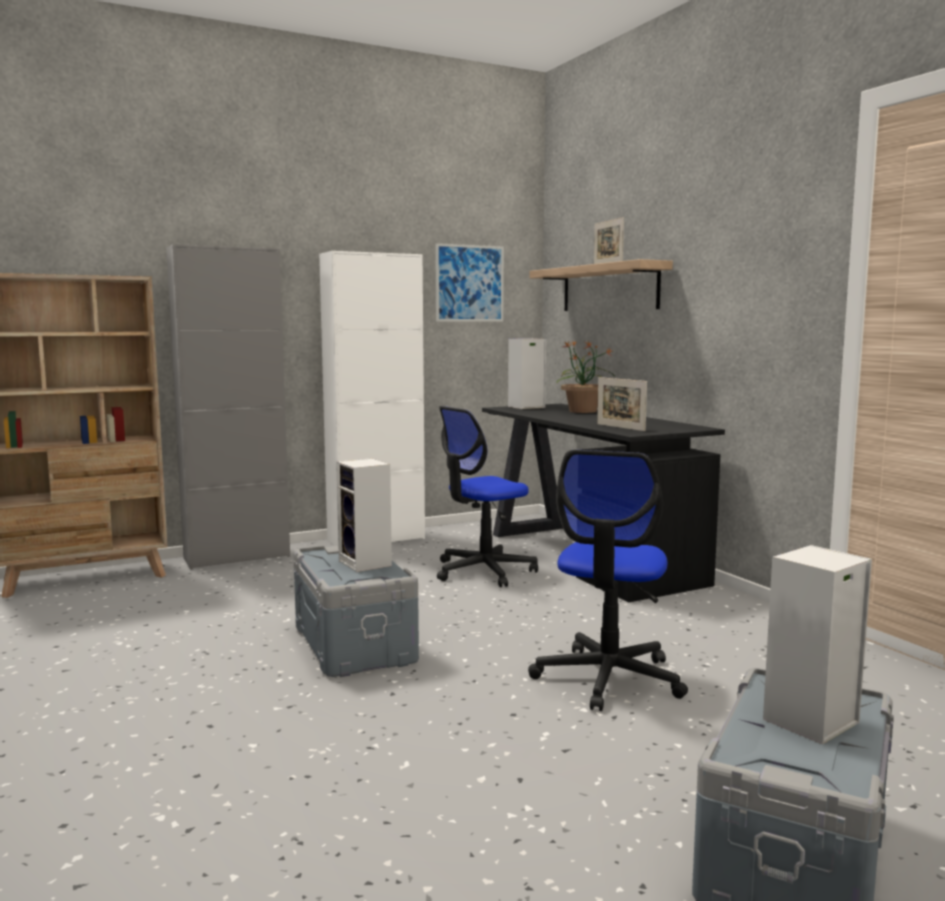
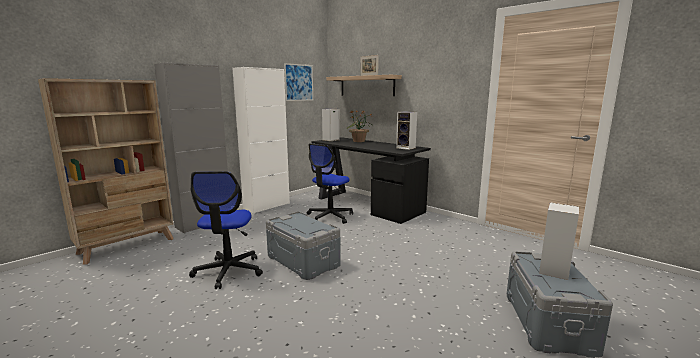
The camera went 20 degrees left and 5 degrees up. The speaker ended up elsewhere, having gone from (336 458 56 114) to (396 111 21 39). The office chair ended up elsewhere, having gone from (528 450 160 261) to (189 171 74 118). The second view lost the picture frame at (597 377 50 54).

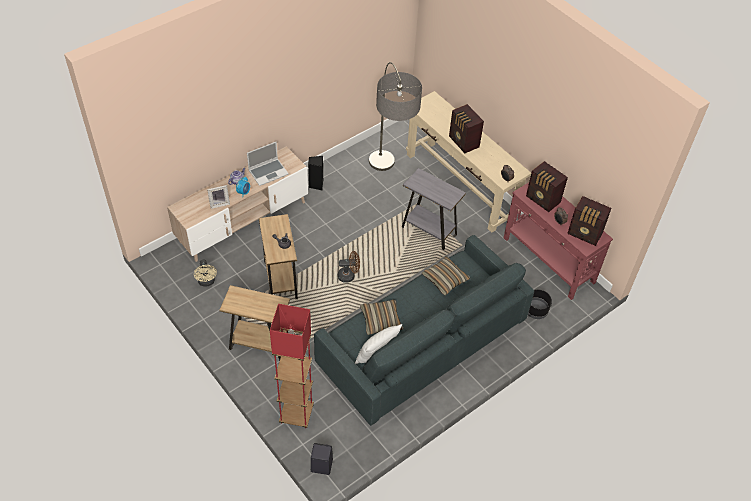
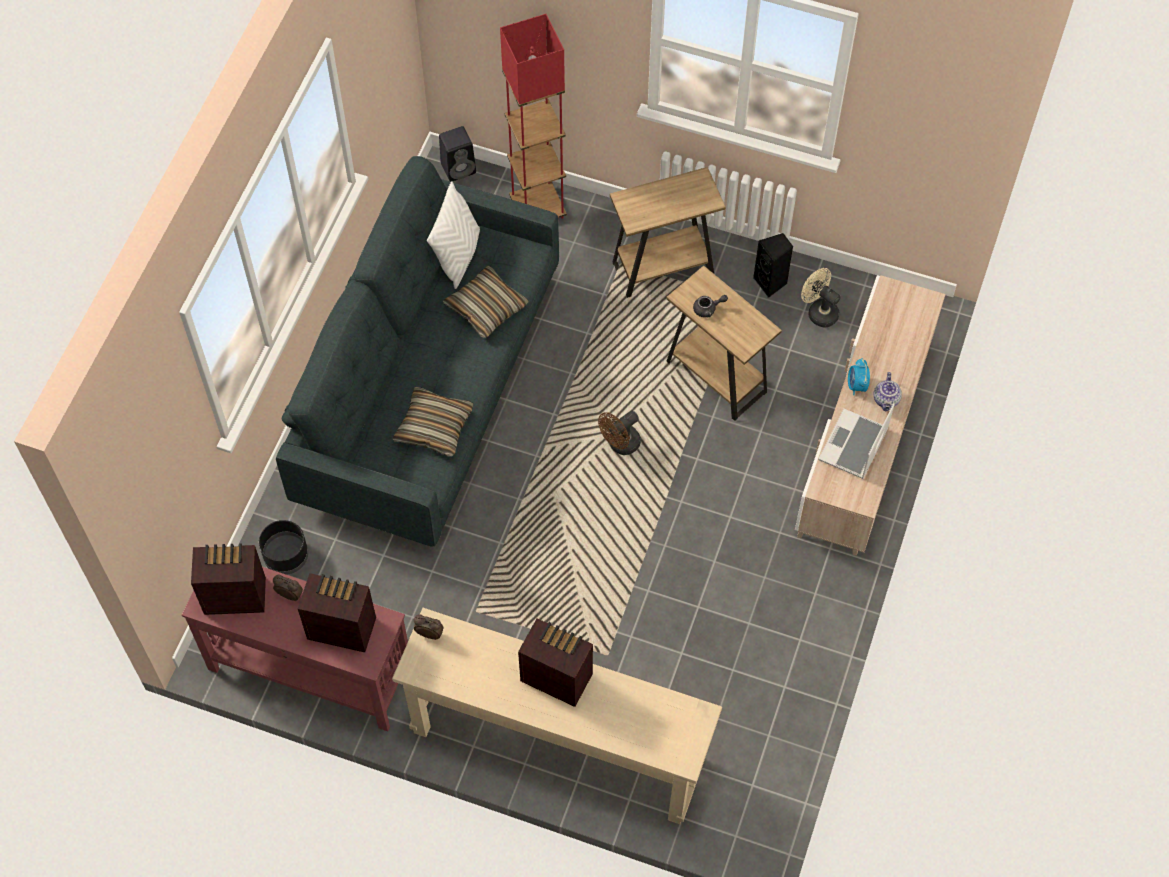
The camera went 150 degrees right and 10 degrees up. The second view lost the picture frame at (207 185 23 24). The black speaker ended up elsewhere, having gone from (308 156 15 34) to (753 233 40 65). The second view lost the floor lamp at (369 62 53 109). The second view lost the grey side table at (402 168 64 82).

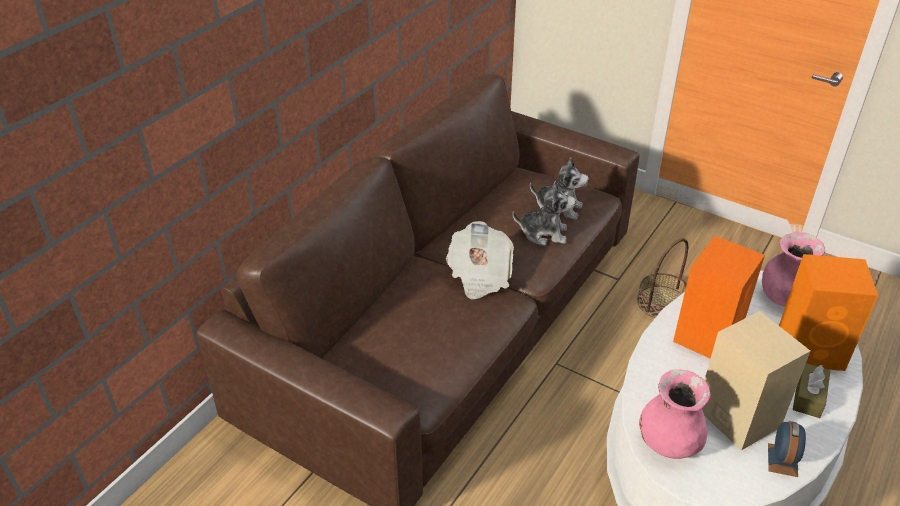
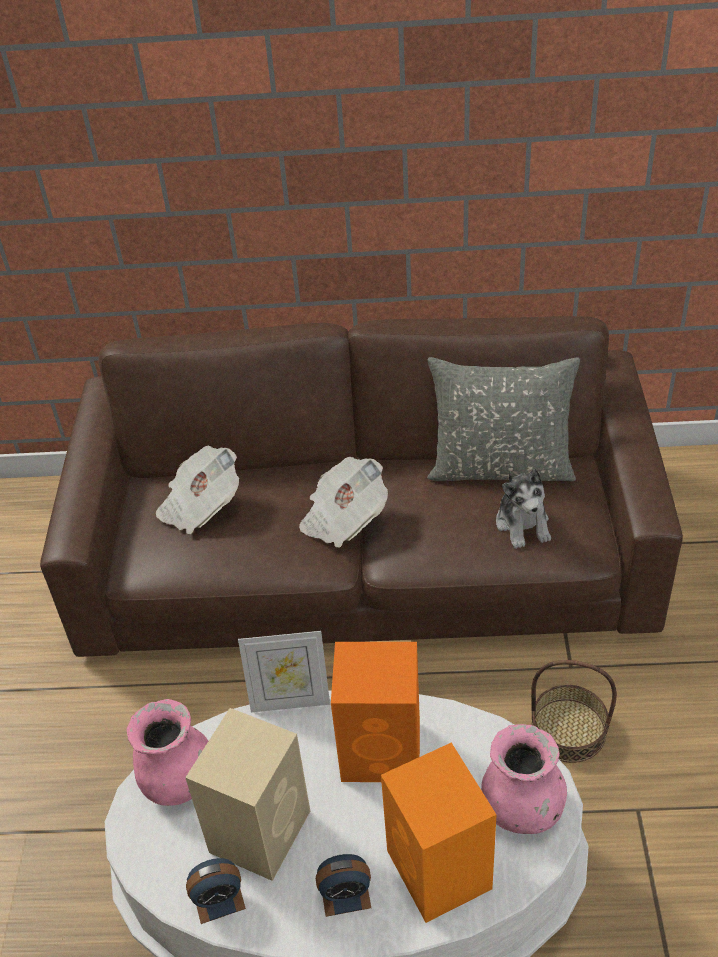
The camera went 60 degrees right and 5 degrees up. The second view lost the plush toy at (513 181 63 65). Where the brown tissue box stood at (793 363 37 55), the alarm clock came to stand at (316 854 55 63). The second view gained the newspaper at (156 446 83 88). The second view gained the picture frame at (238 631 92 81). The second view gained the grey pillow at (427 357 153 124).

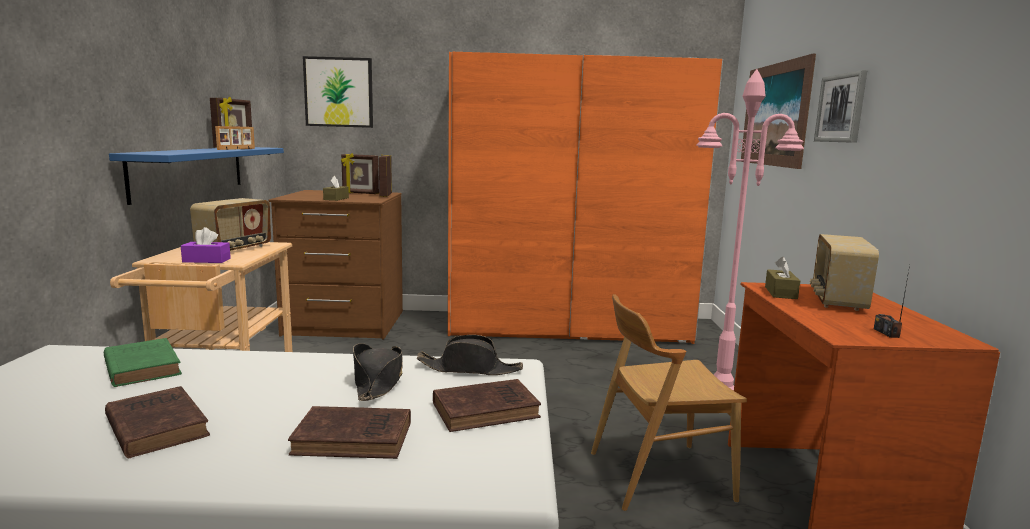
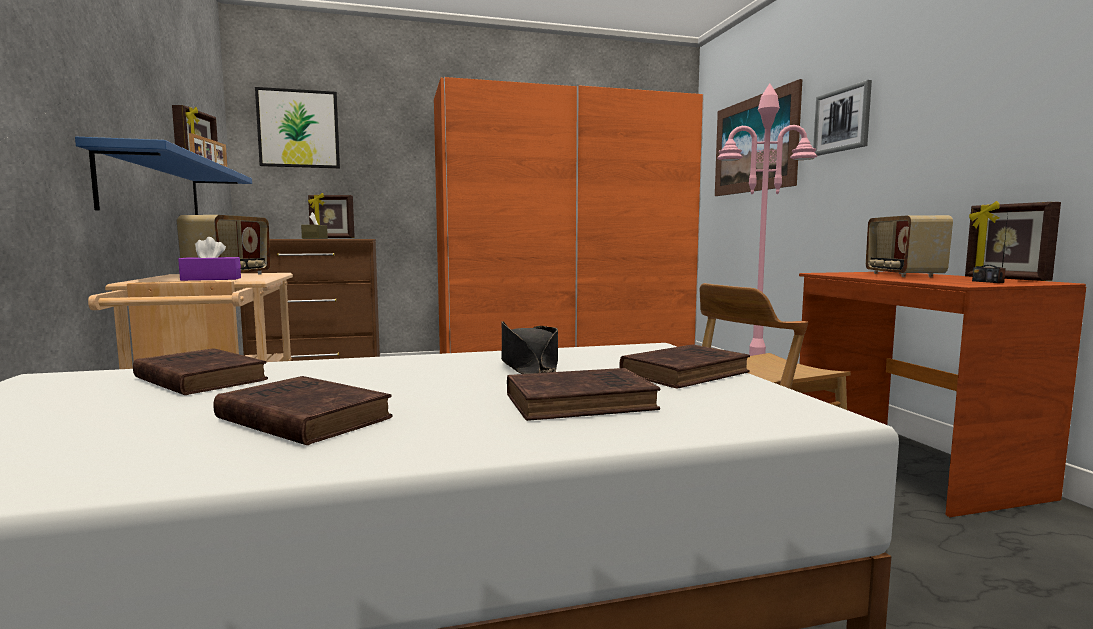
The camera went 15 degrees left and 5 degrees down. What was the green book at (104 338 78 49) turned into the brown book at (133 348 135 47). The picture frame ended up elsewhere, having gone from (379 155 13 42) to (965 201 96 80). The second view lost the black hat at (417 335 106 40). The second view lost the brown tissue box at (765 257 35 42).

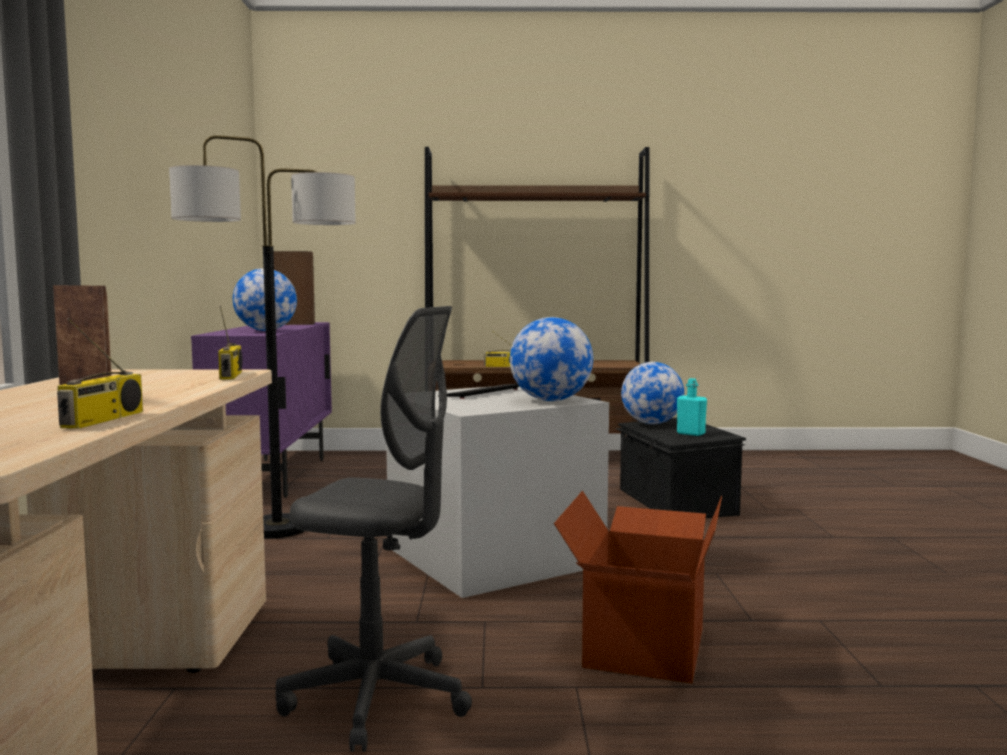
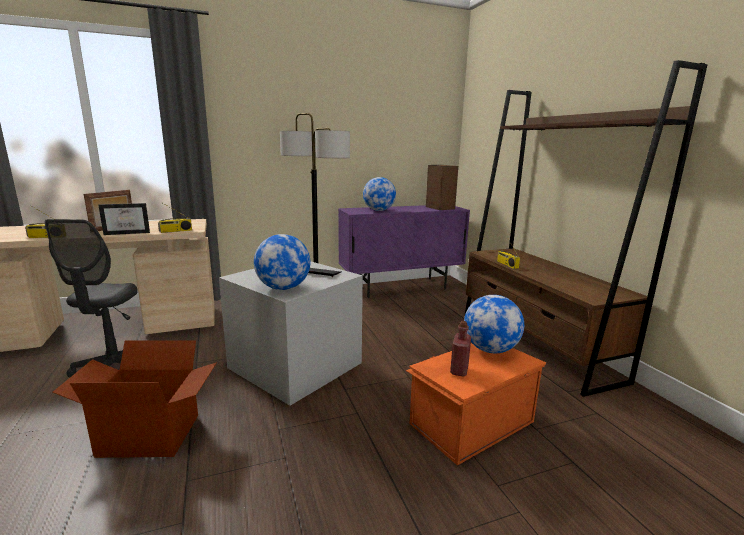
The camera went 70 degrees right and 10 degrees up. What was the black storage box at (615 418 131 100) turned into the orange storage box at (406 343 140 122). What was the turquoise bottle at (677 378 30 58) turned into the red bottle at (450 321 21 56). The second view gained the picture frame at (98 203 52 32).

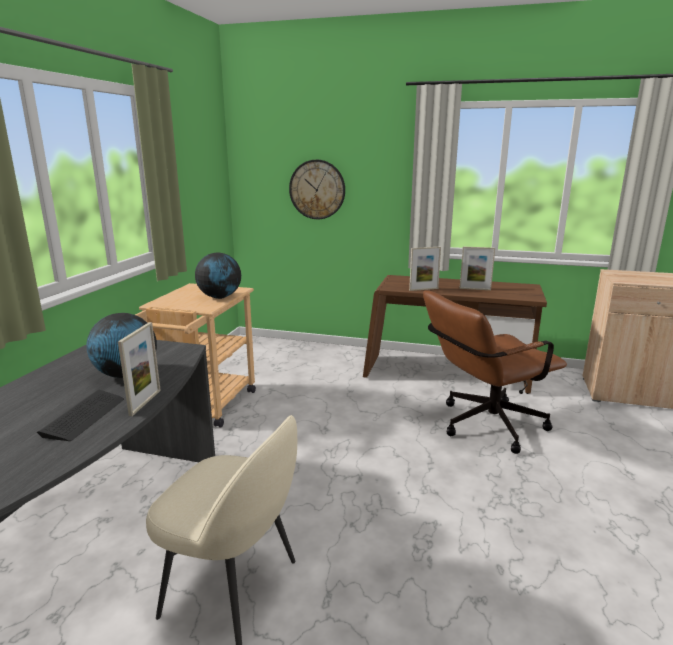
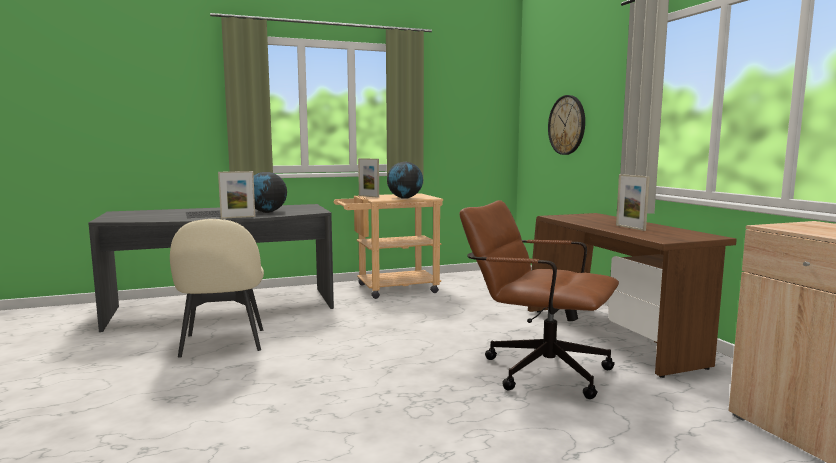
The camera went 55 degrees right and 10 degrees down. The picture frame ended up elsewhere, having gone from (409 247 32 44) to (358 158 21 40).

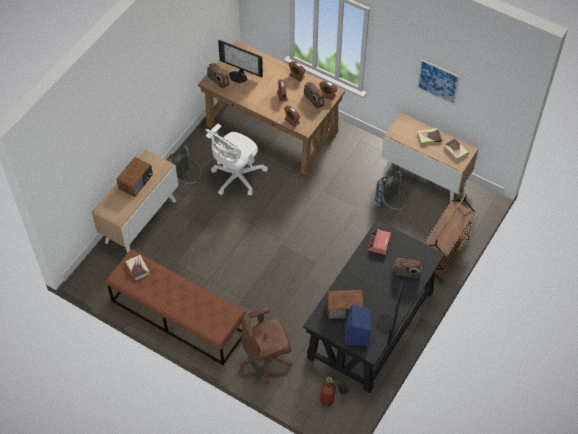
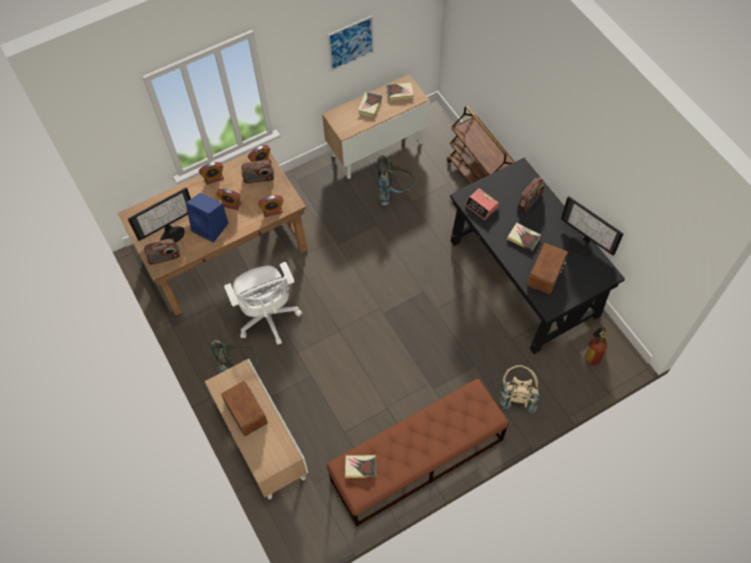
The camera went 60 degrees left and 5 degrees up. Where the brown office chair stood at (240 307 52 77), the beige backpack came to stand at (499 365 42 47). The blue speaker ended up elsewhere, having gone from (345 304 26 42) to (186 193 43 50). The second view gained the book at (507 223 34 28).

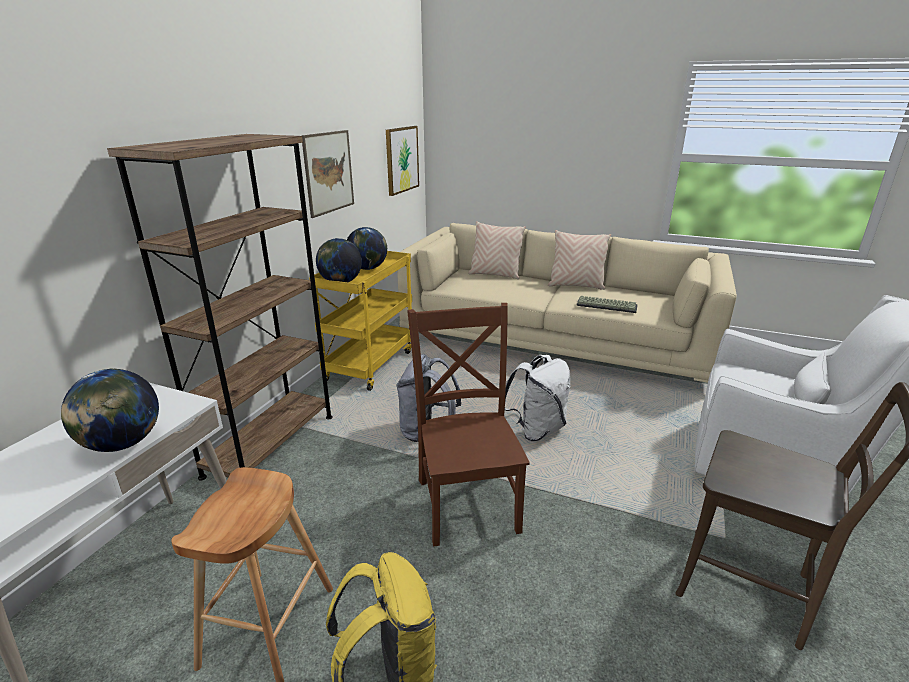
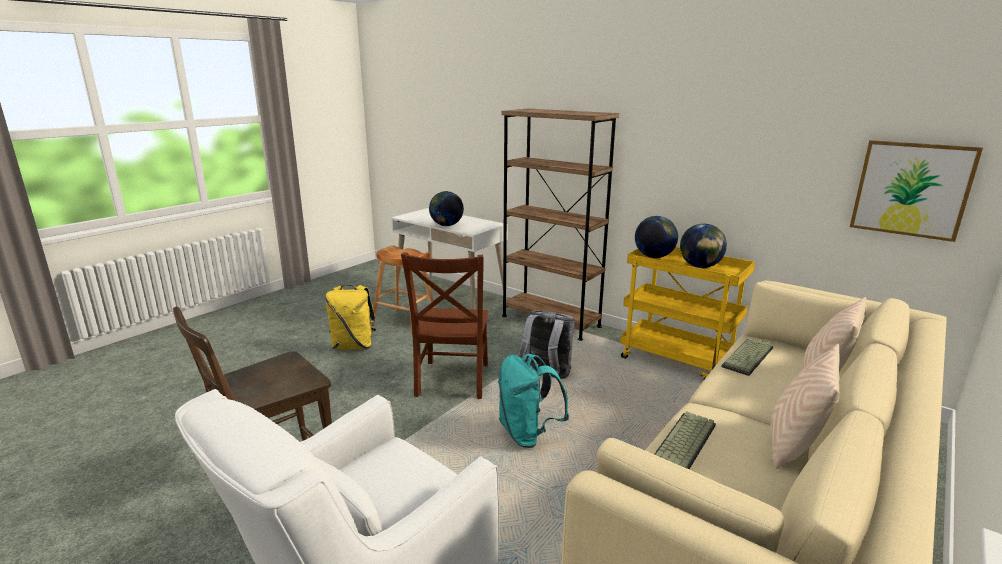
The camera went 105 degrees right and 5 degrees down. The second view lost the picture at (301 130 53 88). The brown chair at (407 303 123 244) ended up facing another way, 90 degrees clockwise from before. What was the white backpack at (505 355 66 86) turned into the turquoise backpack at (498 354 71 94). The second view gained the keyboard at (721 338 52 38).

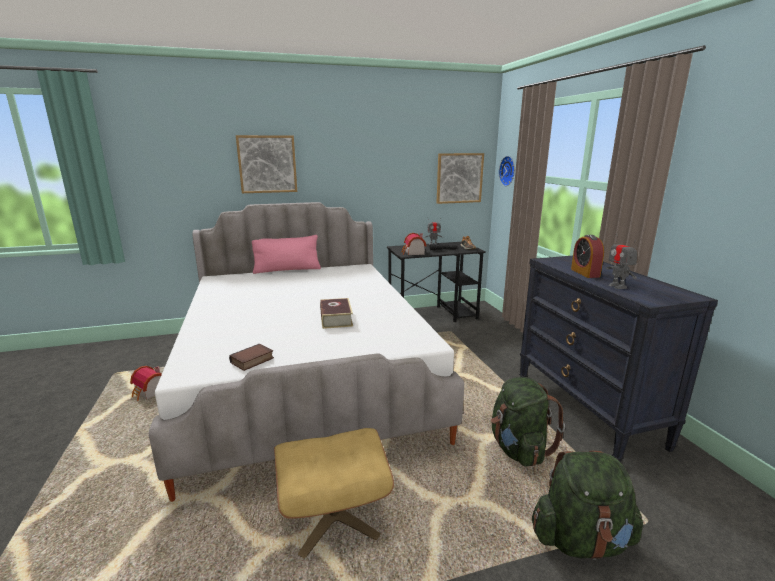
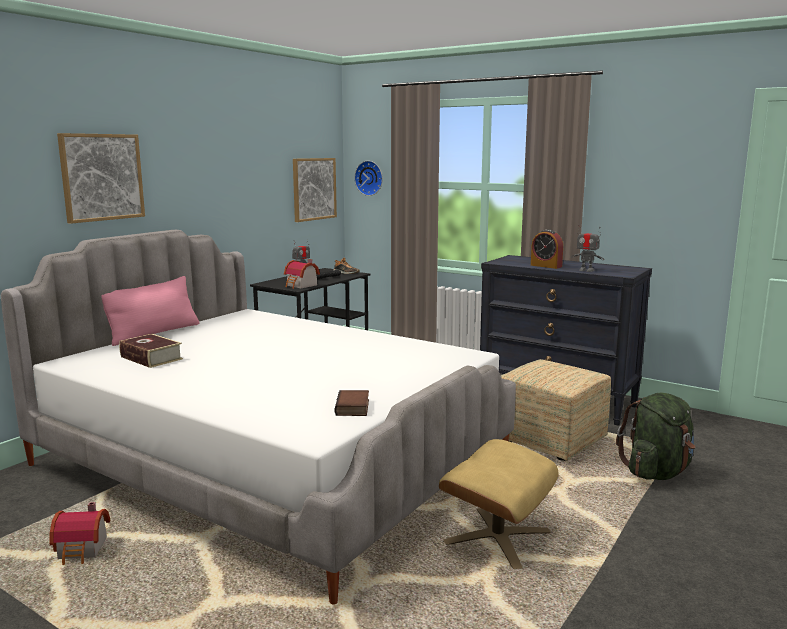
The camera went 40 degrees left and 5 degrees down. The book ended up elsewhere, having gone from (320 298 33 31) to (119 334 64 34). Where the green backpack stood at (491 377 74 90), the ottoman came to stand at (501 359 110 102).

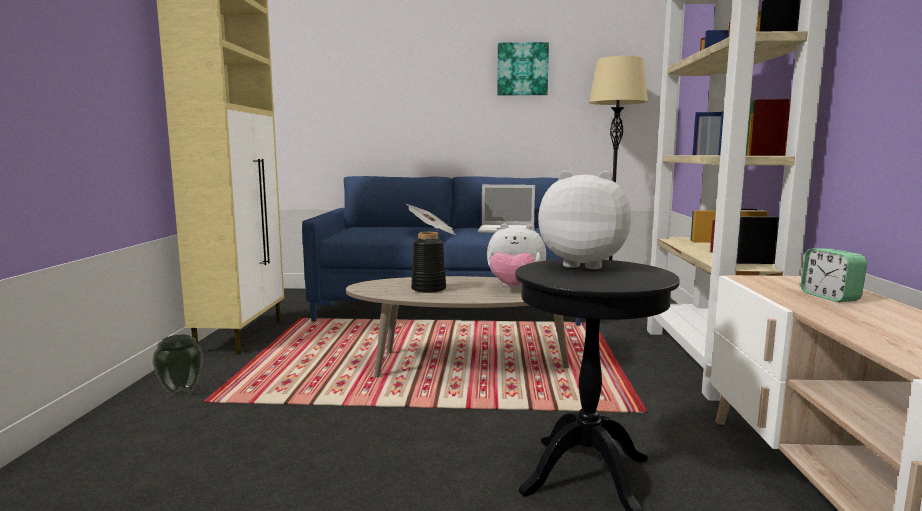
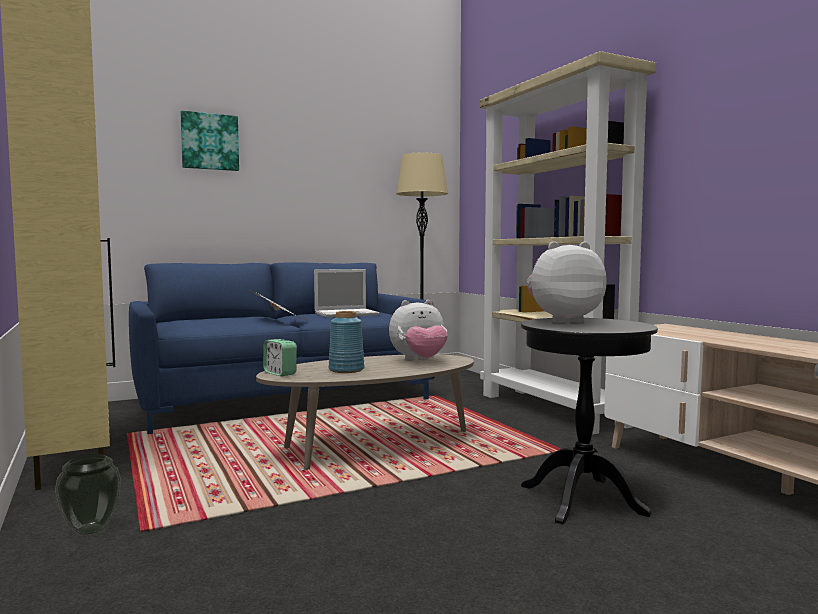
The camera went 30 degrees left and 5 degrees down. What was the black vase at (411 232 35 61) turned into the blue vase at (329 311 36 62). The picture ended up elsewhere, having gone from (497 42 52 53) to (181 111 58 60). The alarm clock ended up elsewhere, having gone from (801 248 66 54) to (263 339 34 37).

